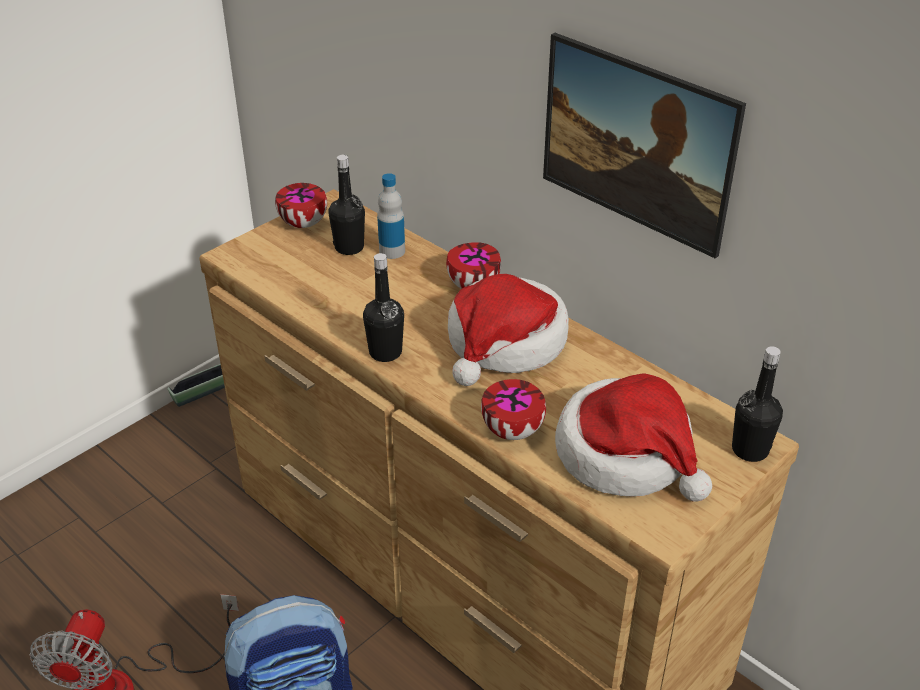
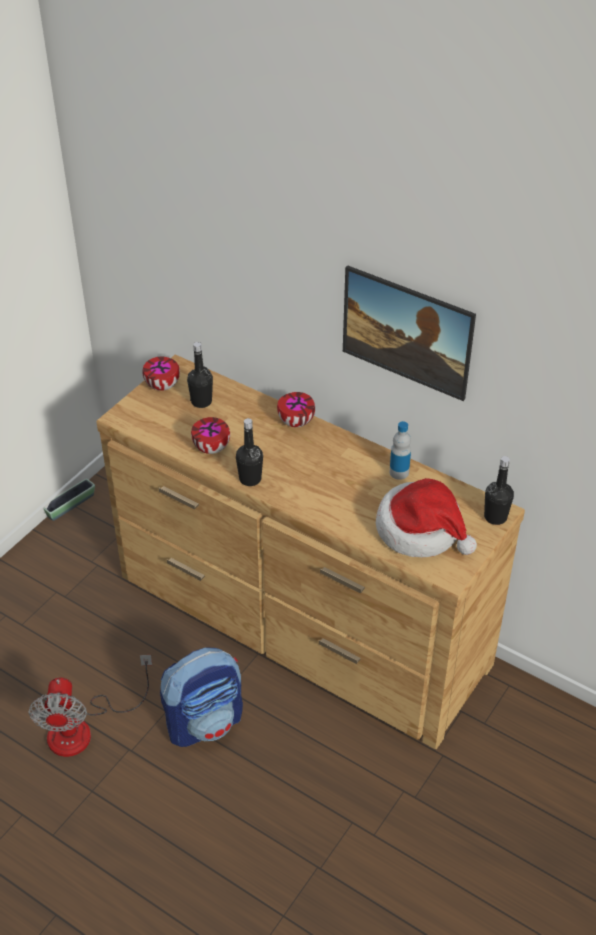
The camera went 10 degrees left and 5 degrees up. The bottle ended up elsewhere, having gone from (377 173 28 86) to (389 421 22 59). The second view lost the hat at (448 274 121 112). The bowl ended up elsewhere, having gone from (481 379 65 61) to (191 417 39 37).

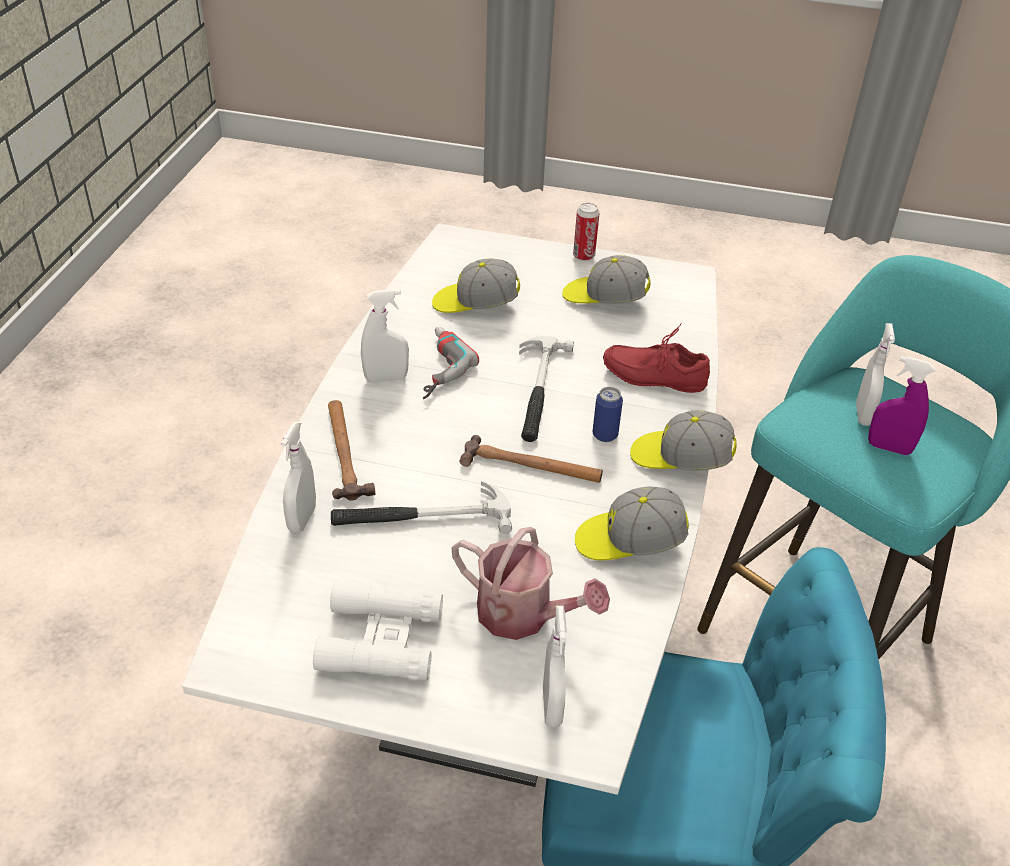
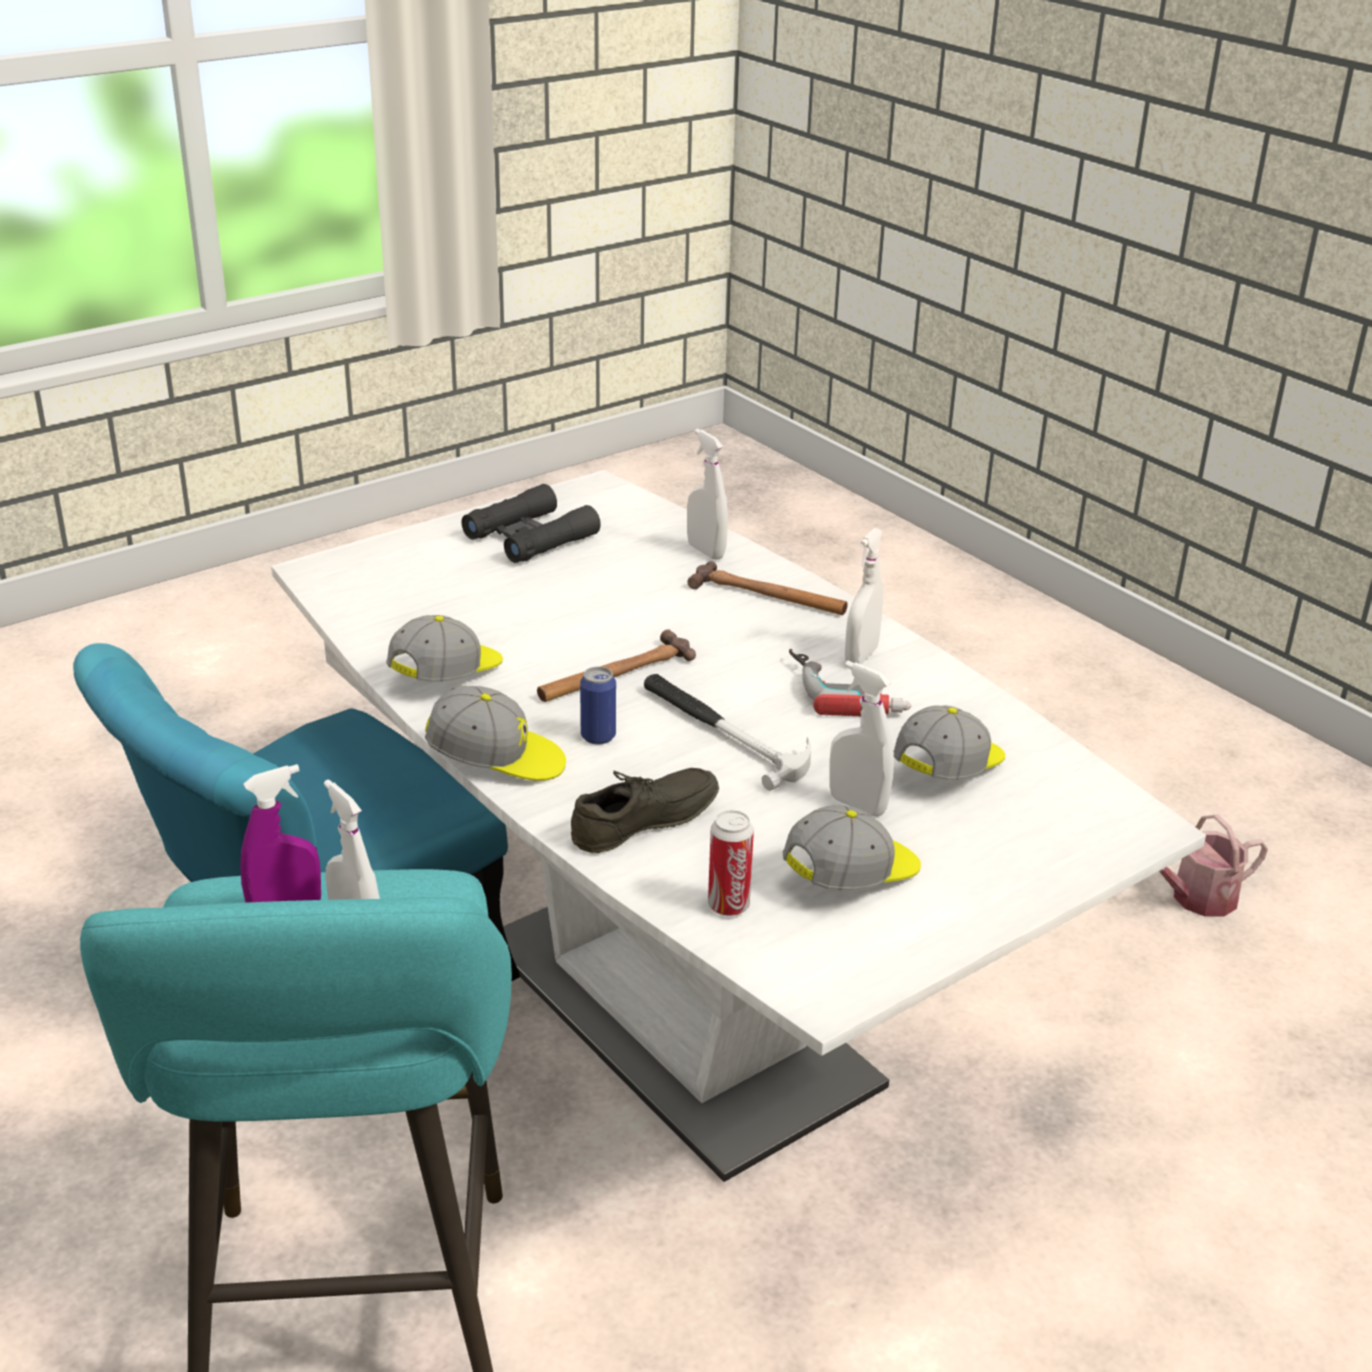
The camera went 130 degrees right and 10 degrees down. What was the white binoculars at (313 580 130 101) turned into the black binoculars at (461 484 139 79). The second view lost the hammer at (331 481 181 53). The watering can ended up elsewhere, having gone from (452 527 158 113) to (1159 815 109 102). The white spray bottle ended up elsewhere, having gone from (543 606 24 122) to (829 661 65 156). The can ended up elsewhere, having gone from (573 203 26 58) to (708 810 46 106). What was the red shoe at (603 324 107 69) turned into the grey shoe at (571 768 148 85). The cap at (630 410 107 61) ended up facing another way, 45 degrees clockwise from before.

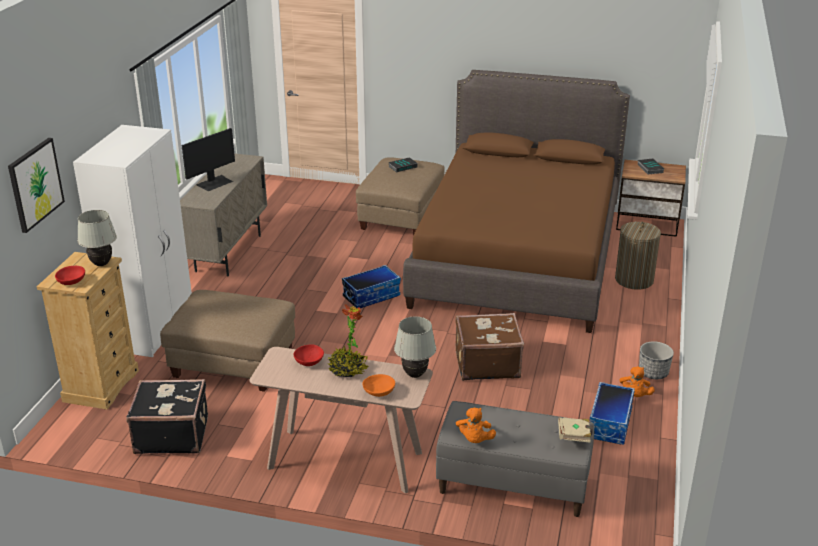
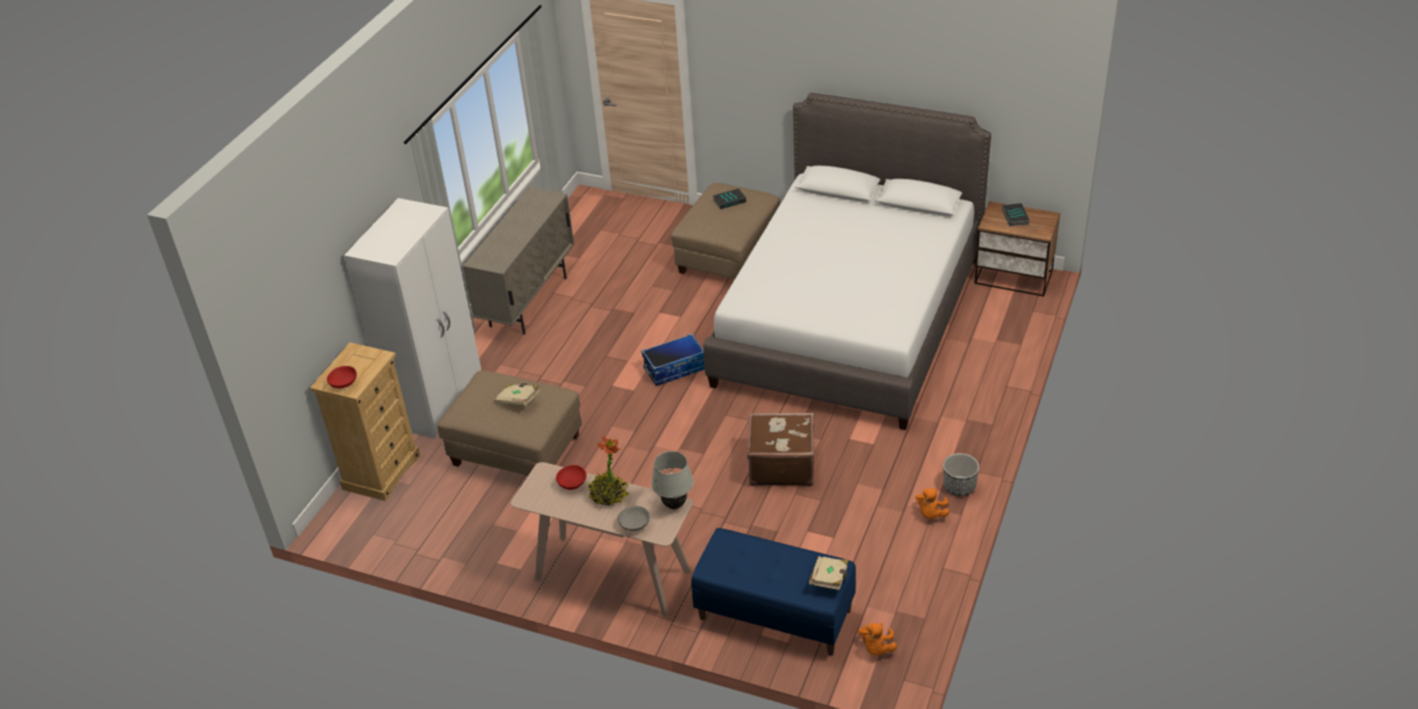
The camera went 10 degrees right and 10 degrees up. The second view lost the picture at (8 138 57 95). The second view lost the white table lamp at (77 210 40 56). The second view lost the black suitcase at (126 379 82 75). The second view lost the monitor at (182 128 53 63). What was the orange bowl at (362 374 33 23) turned into the grey bowl at (617 506 33 25). What was the brown bed at (403 70 227 263) turned into the white bed at (703 93 288 337). What was the grey bench at (436 401 158 116) turned into the blue bench at (691 528 165 128). The orange plush toy ended up elsewhere, having gone from (456 407 40 36) to (858 623 39 32). The second view lost the storage box at (589 382 46 63). The second view lost the laundry basket at (615 221 46 69). The second view gained the beige book at (494 383 46 23).

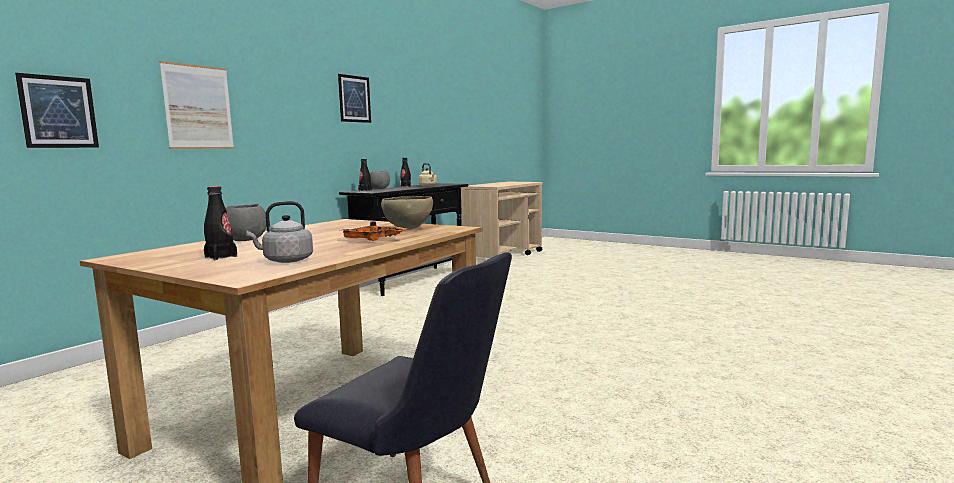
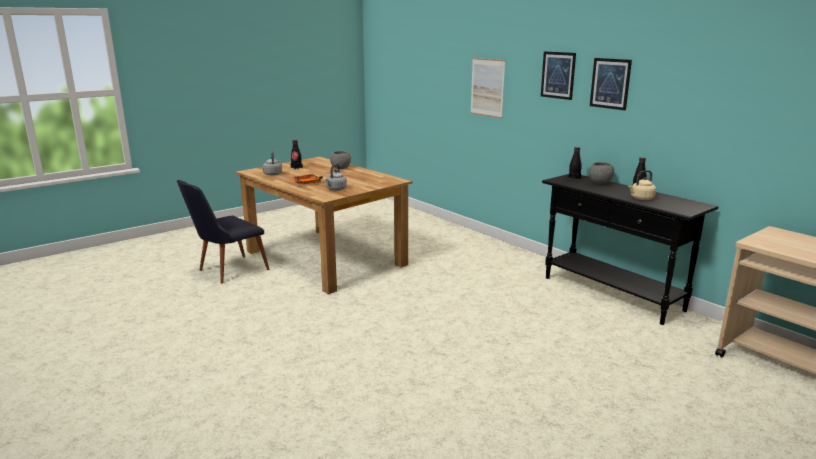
The camera went 105 degrees right and 10 degrees up. The picture ended up elsewhere, having gone from (15 73 84 75) to (541 51 35 49). Where the brown bowl stood at (381 196 52 34), the grey kettle came to stand at (326 164 21 27).

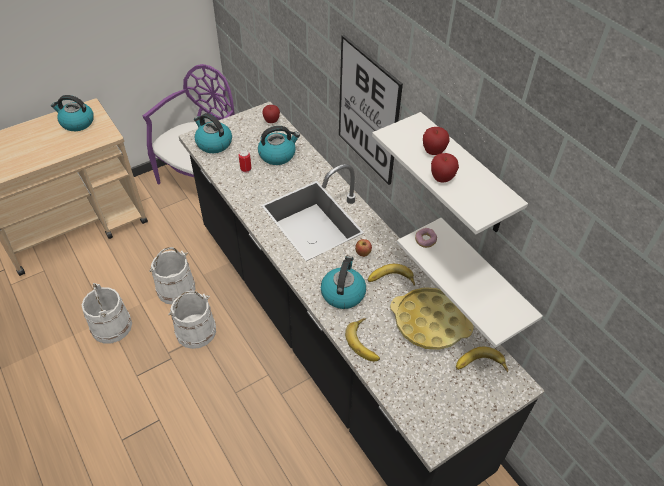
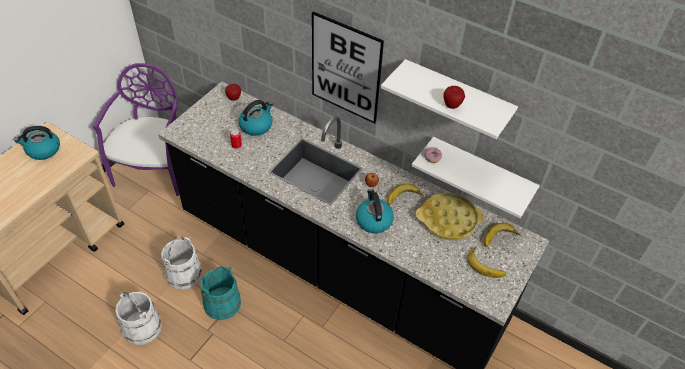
The camera went 25 degrees left and 0 degrees up. What was the white bucket at (168 291 48 58) turned into the turquoise bucket at (201 266 40 54). The second view lost the kettle at (194 113 38 40). The banana ended up elsewhere, having gone from (345 318 35 43) to (467 246 40 32). The second view lost the apple at (423 127 26 28).

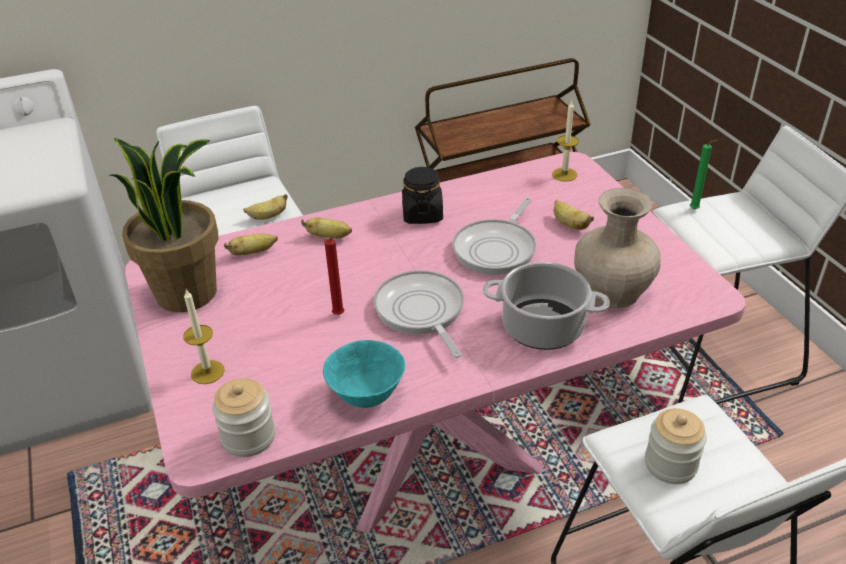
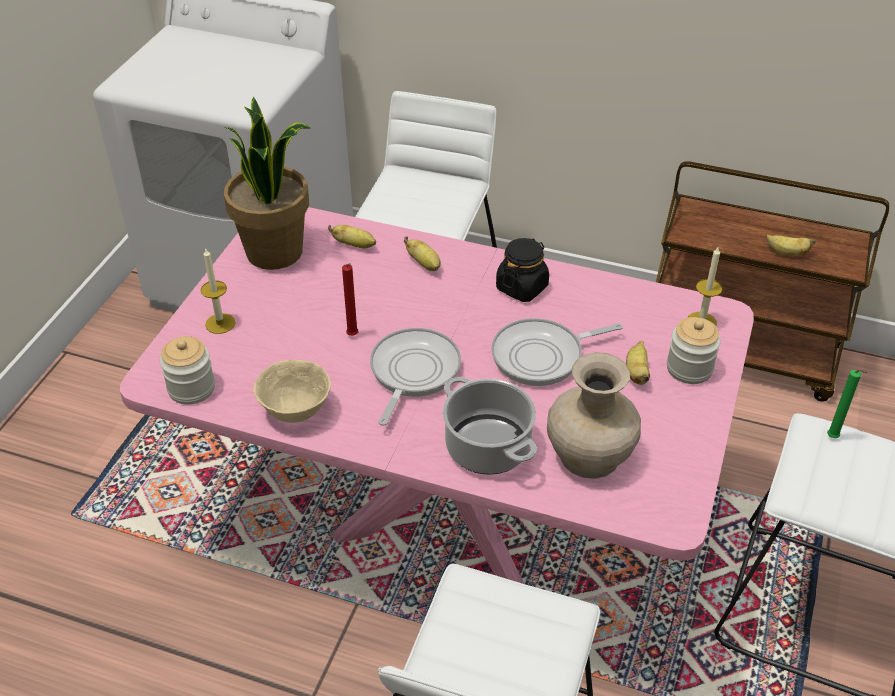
The camera went 40 degrees right and 5 degrees up. The banana ended up elsewhere, having gone from (243 194 45 26) to (766 235 50 21). What was the turquoise bowl at (323 340 82 68) turned into the beige bowl at (253 360 78 63). The jar ended up elsewhere, having gone from (645 408 62 76) to (667 317 54 67).

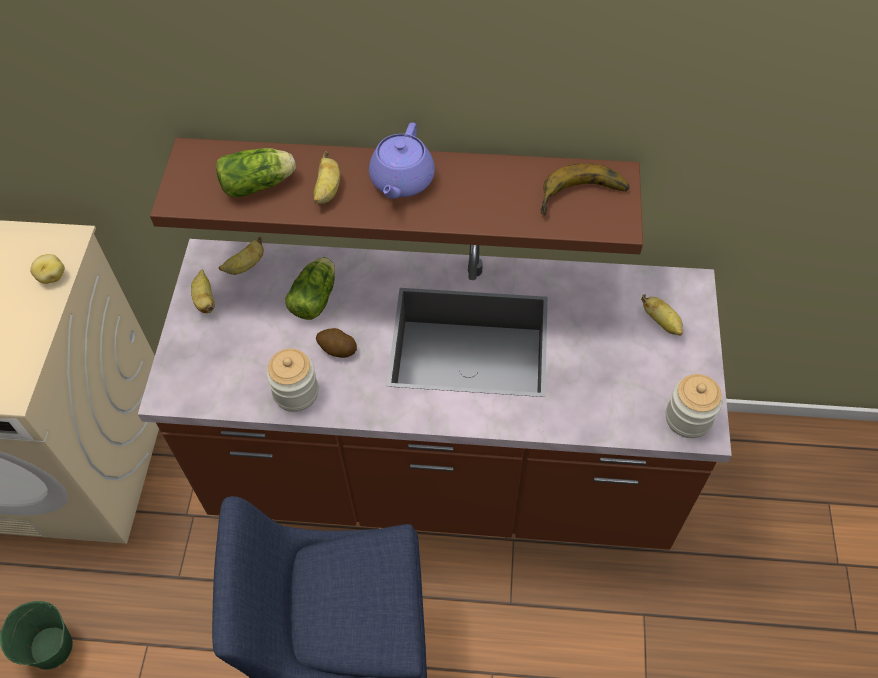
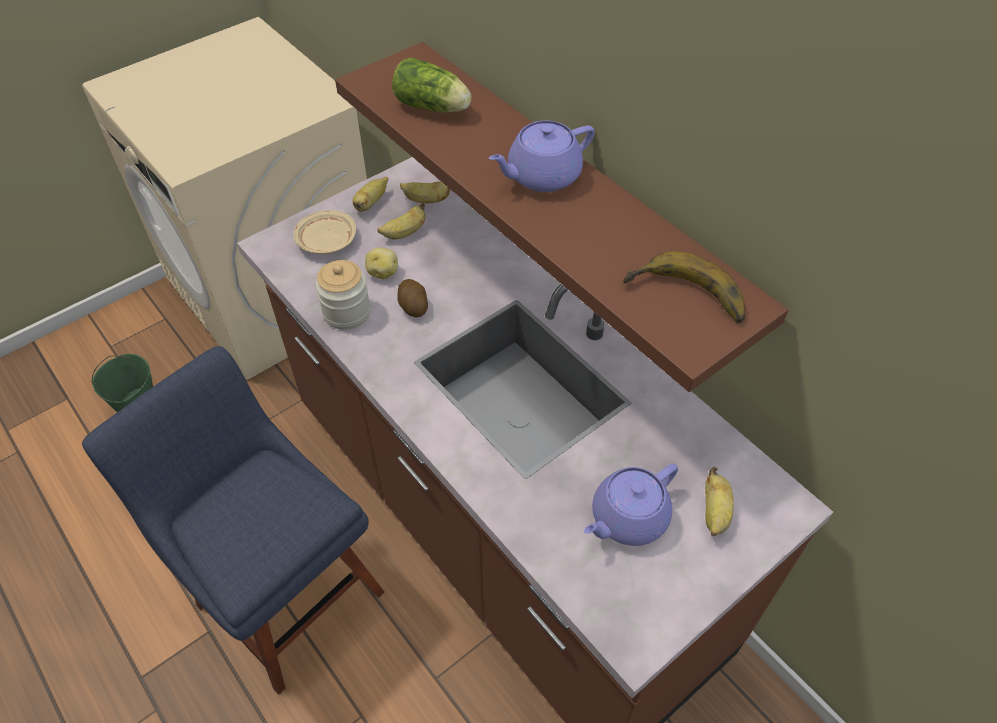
The camera went 45 degrees right and 5 degrees down. The potato ended up elsewhere, having gone from (30 254 35 30) to (365 247 33 32). The second view lost the lettuce at (285 257 50 63). The banana ended up elsewhere, having gone from (313 151 27 53) to (377 202 48 38). The second view lost the jar at (666 374 57 64). The second view gained the beige plate at (293 210 63 44). The second view gained the purple teapot at (584 464 94 82).

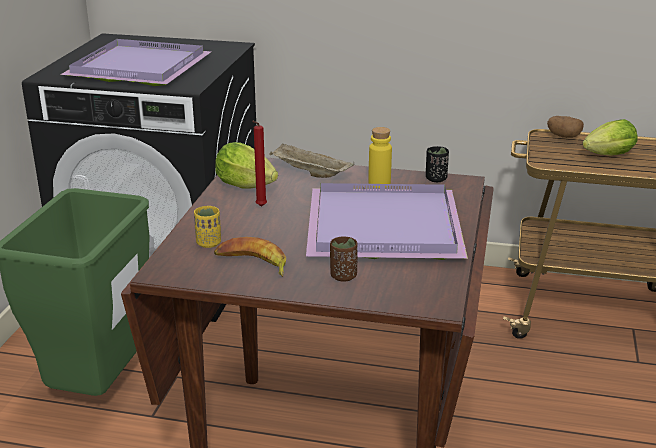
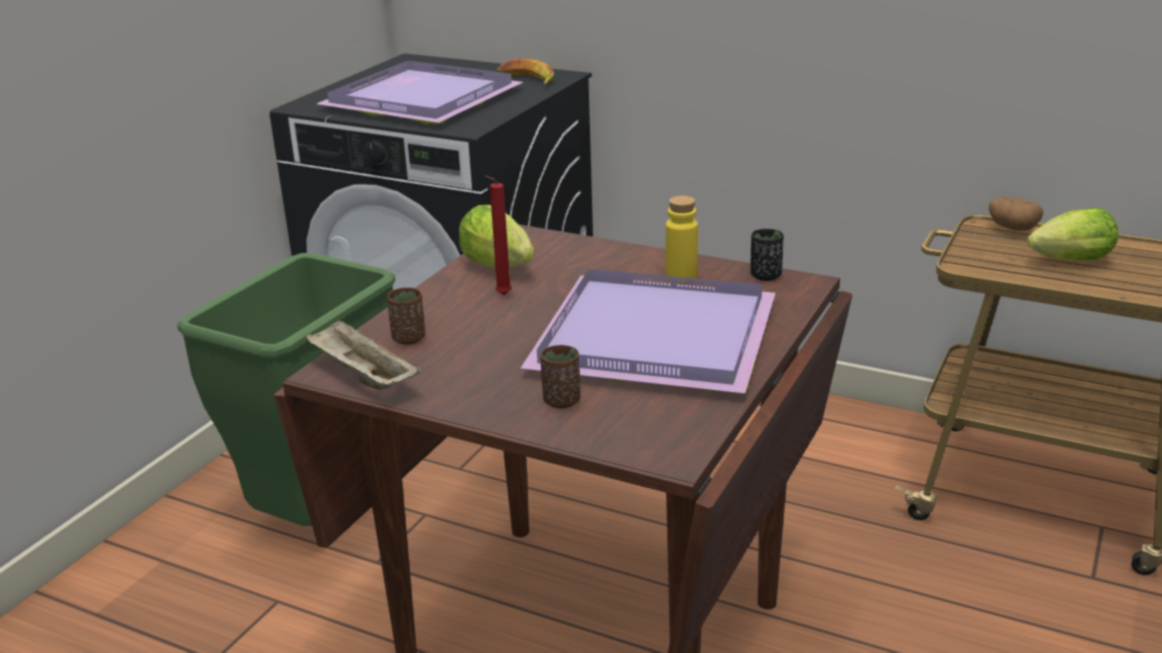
The camera went 15 degrees right and 0 degrees up. What was the yellow cup at (194 206 27 42) turned into the brown cup at (387 287 38 58). The banana ended up elsewhere, having gone from (214 237 72 40) to (497 58 57 27). The beige tray ended up elsewhere, having gone from (269 143 86 35) to (304 318 118 72).

